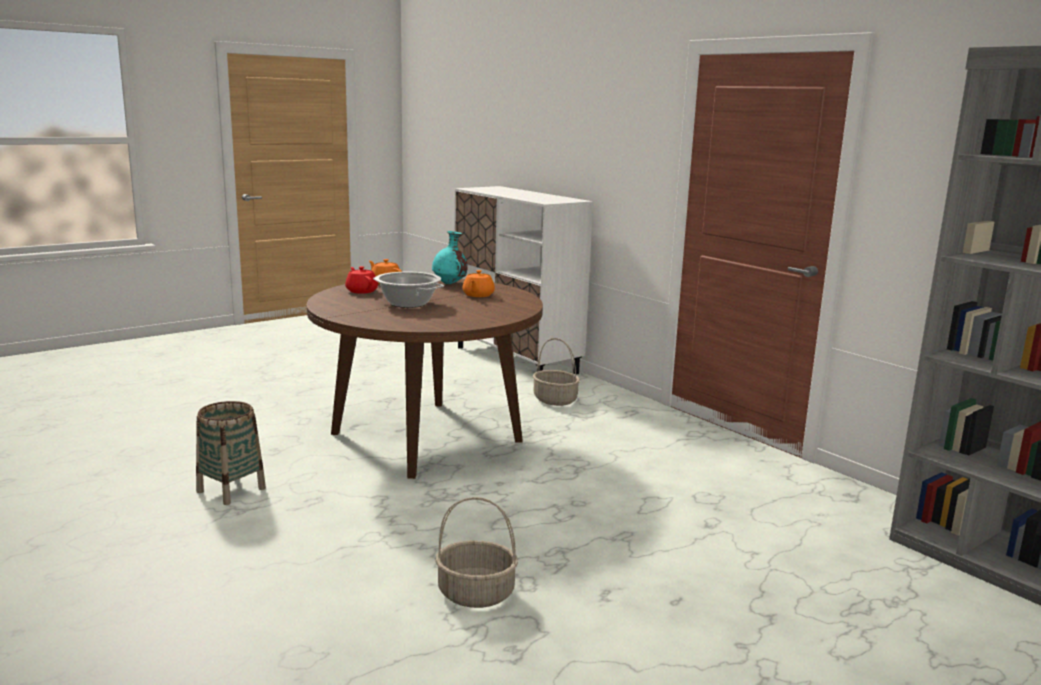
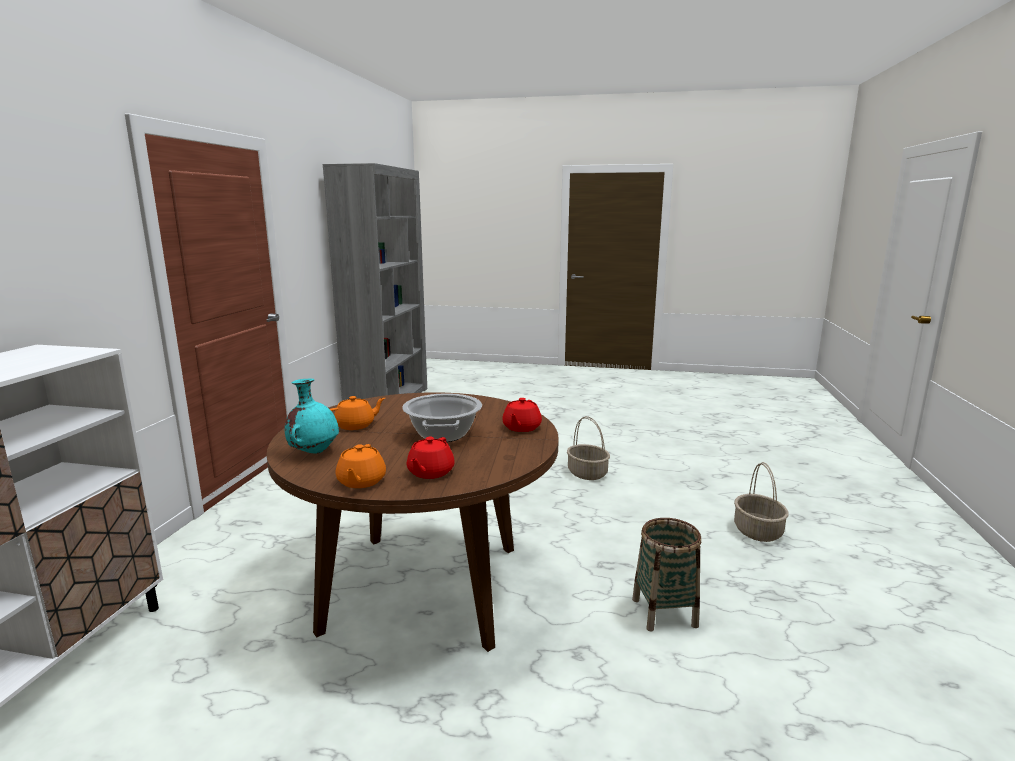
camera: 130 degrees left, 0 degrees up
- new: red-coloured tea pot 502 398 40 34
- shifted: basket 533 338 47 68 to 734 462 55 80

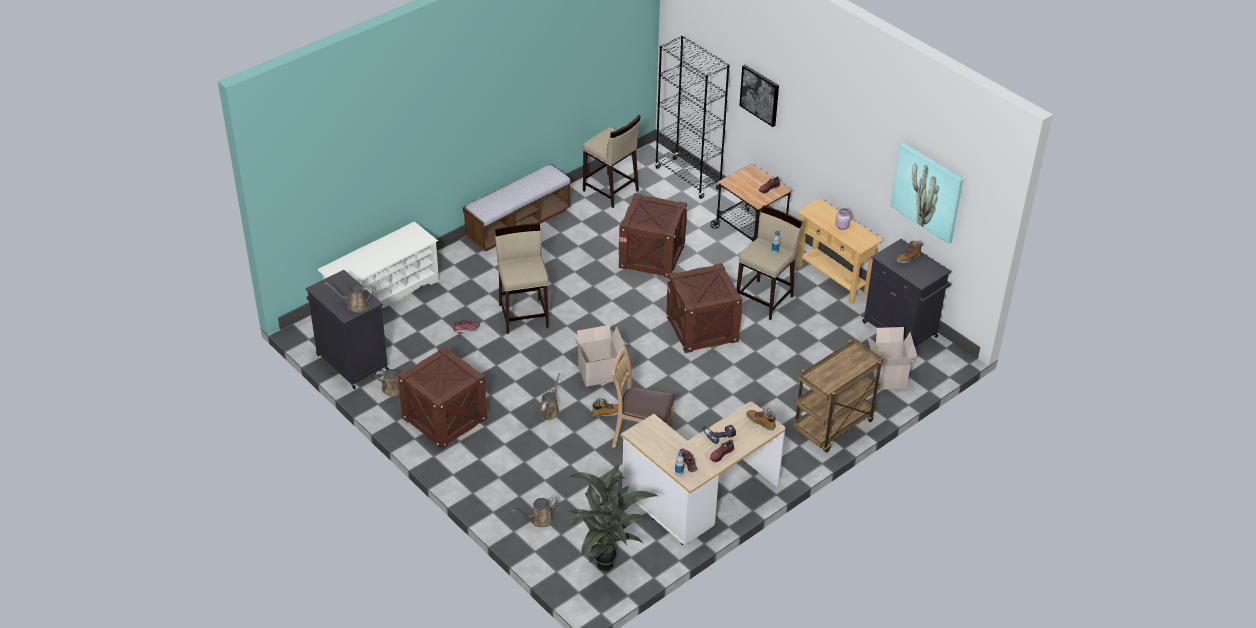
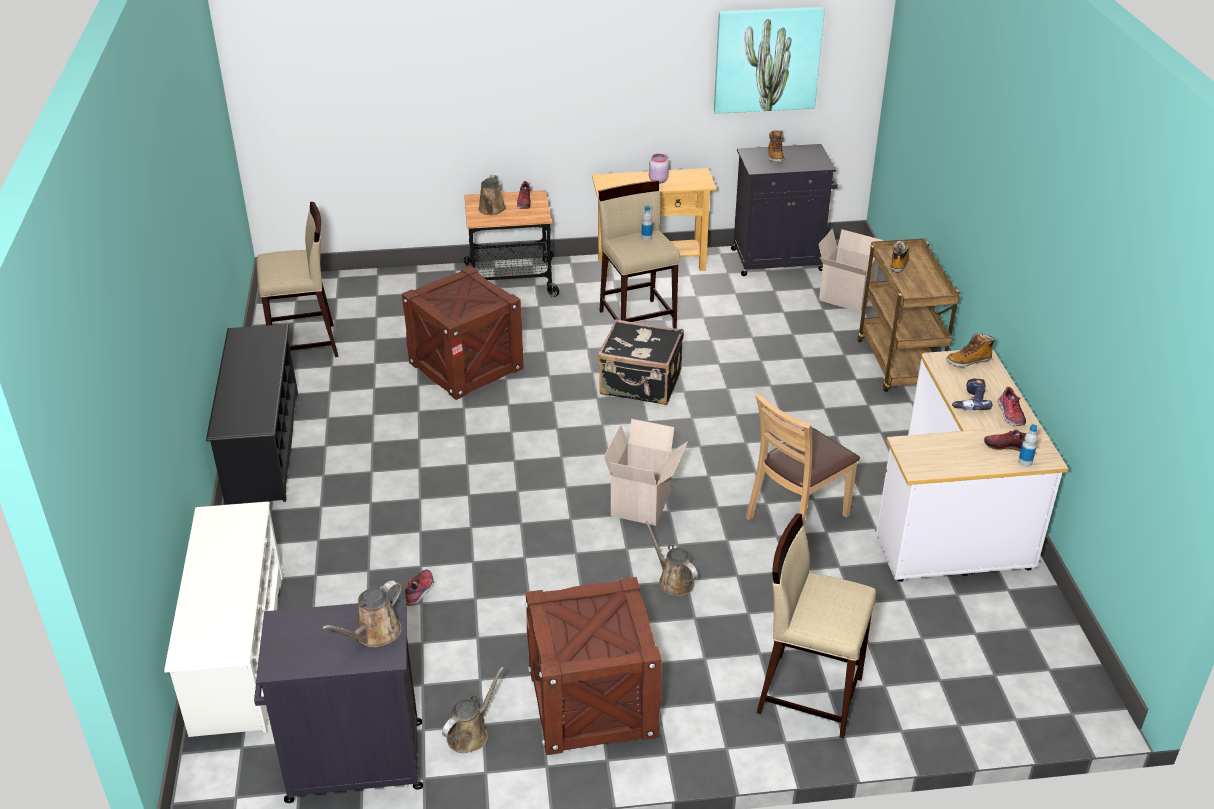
camera: 55 degrees left, 5 degrees down
- swapped: long seat 463 164 108 88 to blackish shoe rack 206 324 92 181
- shifted: brownish sprinkling can 511 497 47 30 to 478 175 28 40
- swapped: shipping crate 666 263 76 90 to blackish piece of luggage 598 319 86 86
- shifted: beige-coloured sitting stool 495 223 54 111 to 757 513 119 225
- shifted: tall boot 592 398 26 19 to 890 241 20 32
- gone: houseplant 568 464 89 107
- gone: blackish shelving unit 655 35 75 164
- gone: picture 739 65 40 62

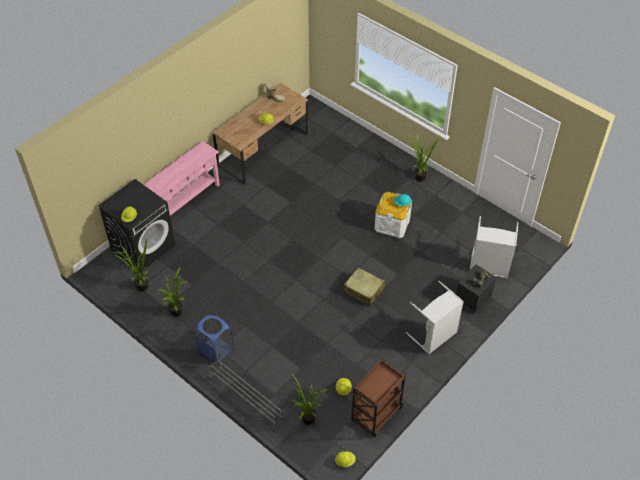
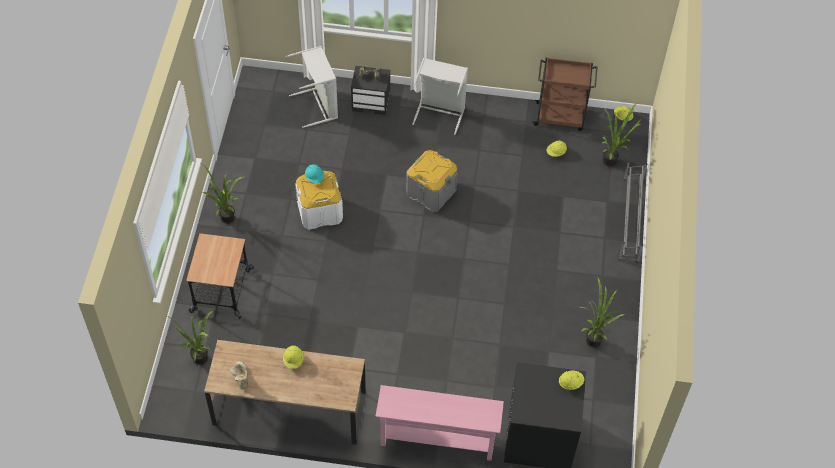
camera: 125 degrees left, 5 degrees up
- shifted: houseplant 111 239 38 53 to 166 310 47 55
- new: wheeled cart 186 233 68 86
- swapped: beige-coloured piece of luggage 344 267 41 39 to grey storage container 406 150 52 62
- gone: bluish laundry basket 195 314 38 48

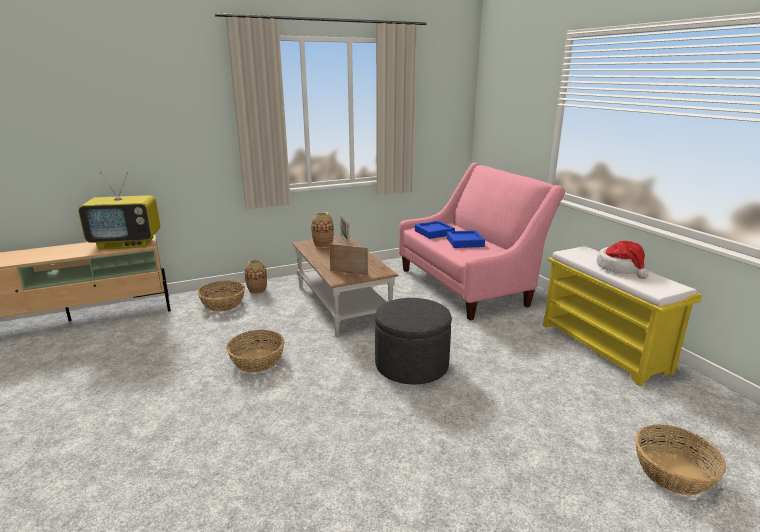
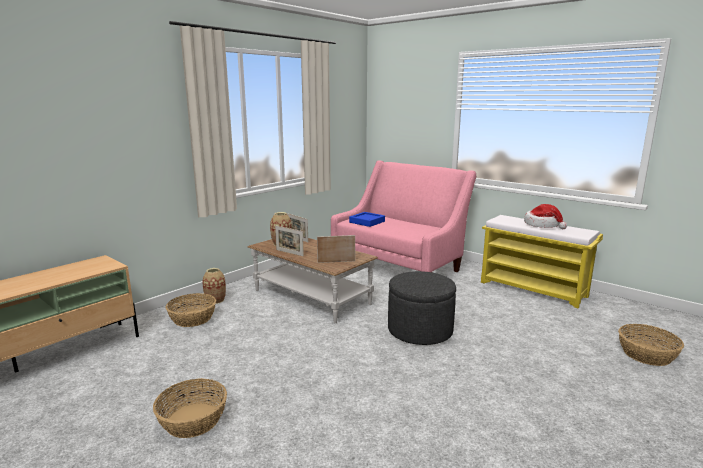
camera: 25 degrees left, 5 degrees down
- shifted: basket 226 330 59 43 to 153 378 74 60
- new: picture frame 275 225 29 31
- gone: television 78 172 82 77
- gone: bluish serving tray 447 230 38 18

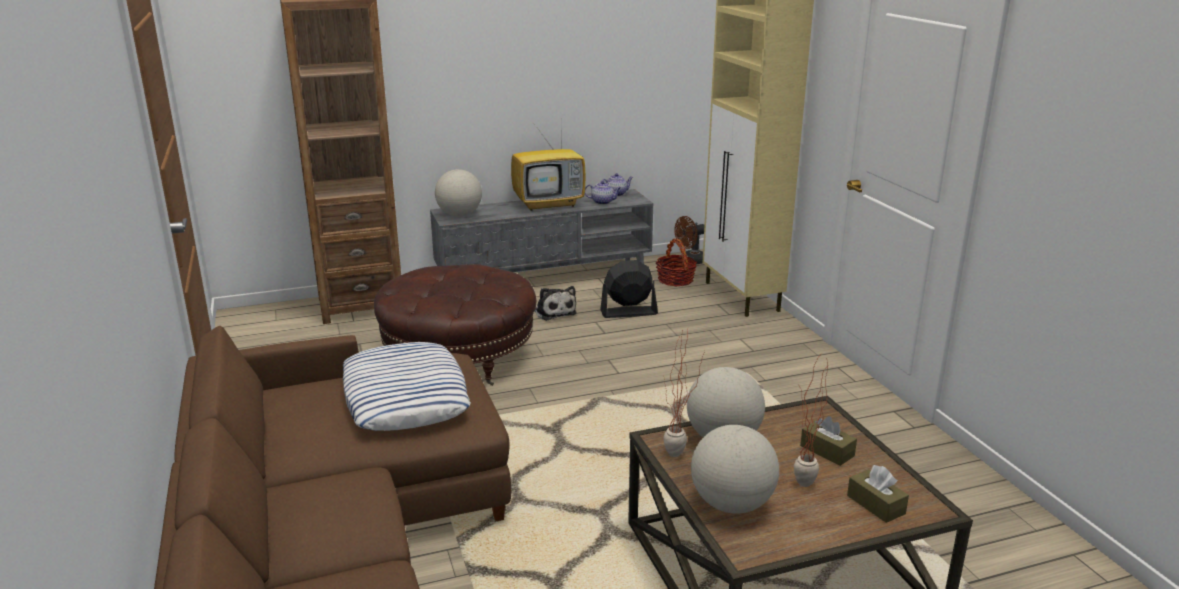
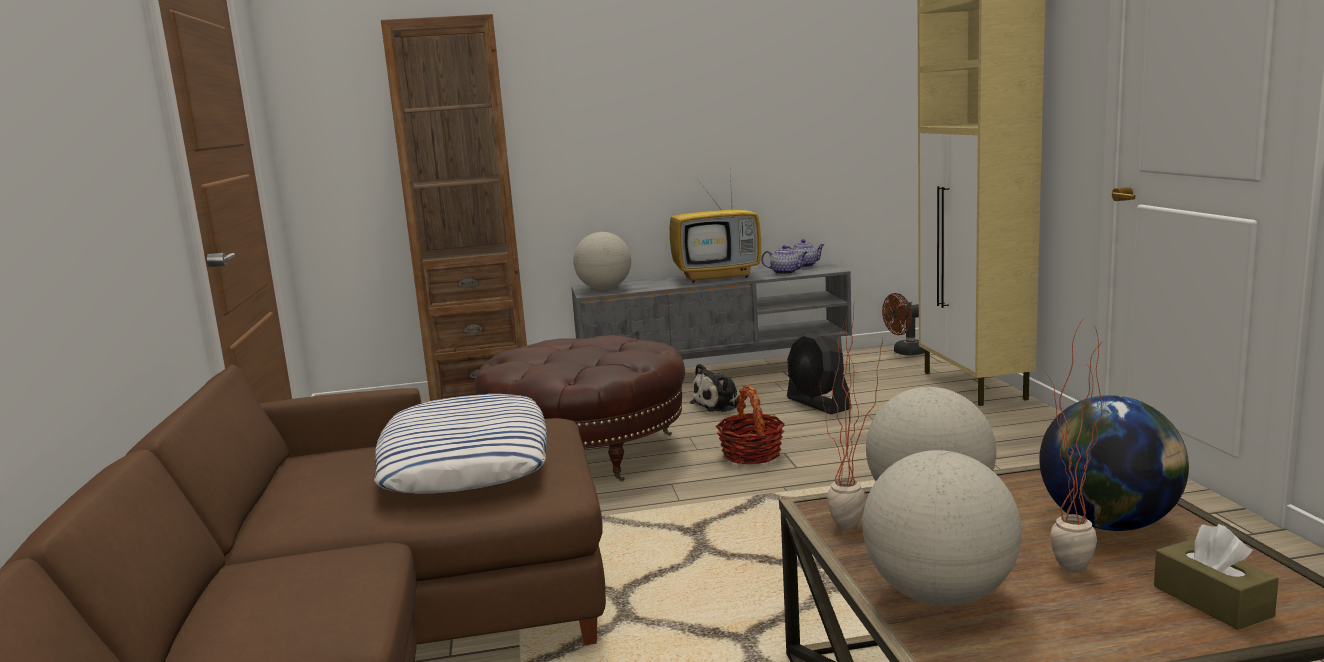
camera: 10 degrees right, 10 degrees down
- rotated: cuddly toy 535 286 42 35 = 690 363 59 49 75 degrees clockwise
- shifted: basket 656 239 41 47 to 716 386 69 78
- rotated: blackish electric fan 600 260 58 58 = 787 332 65 82 120 degrees counterclockwise
- swapped: brownish tissue holder 800 416 57 50 to globe 1039 395 150 136

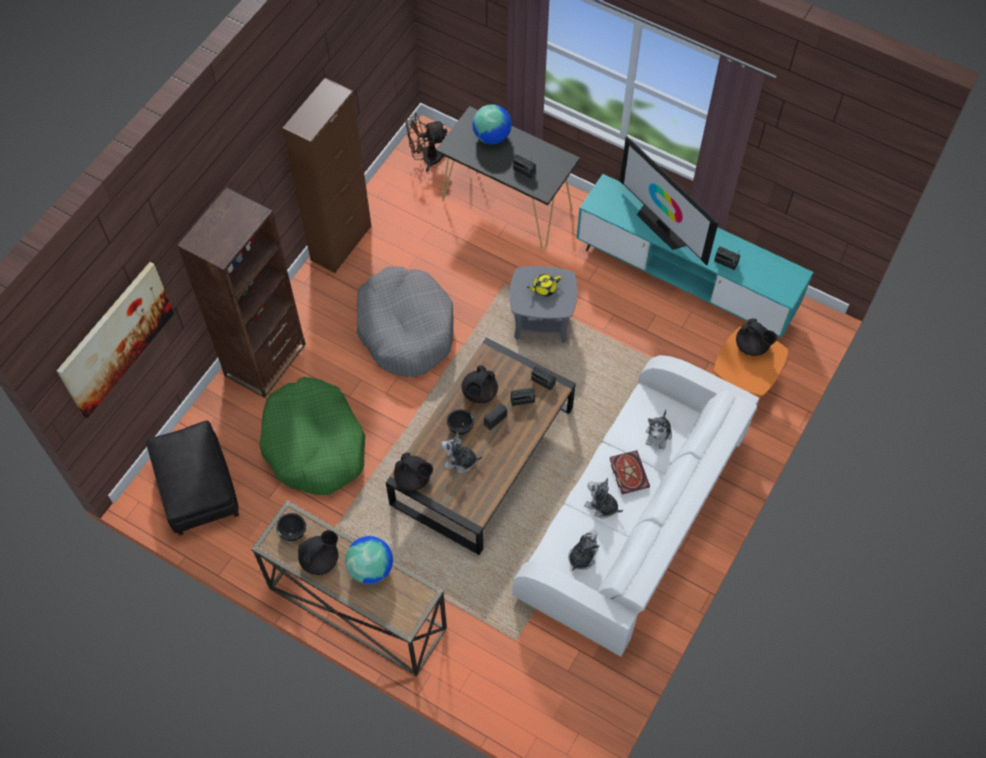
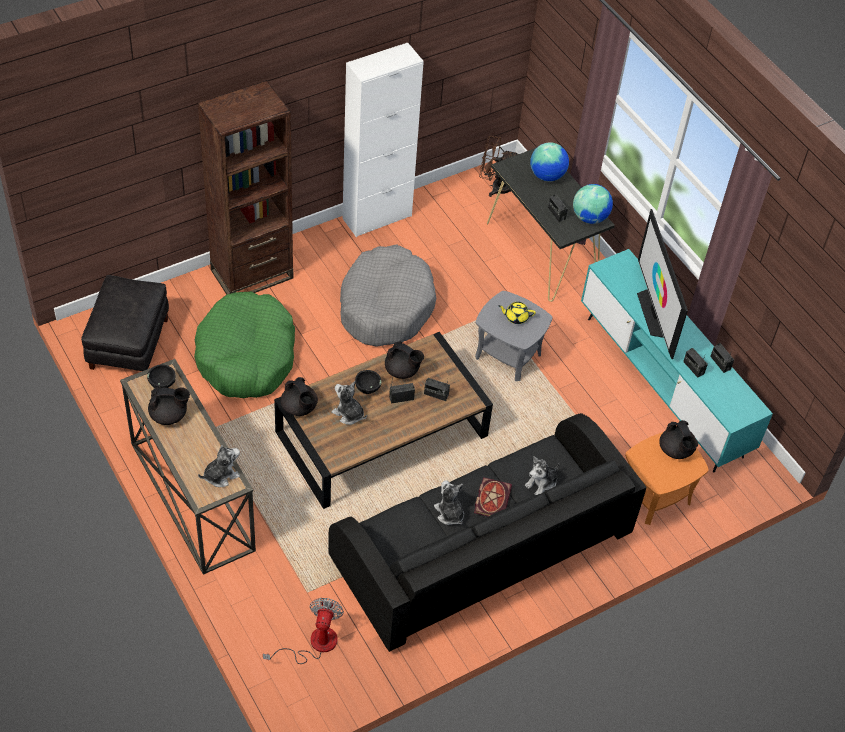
camera: 25 degrees right, 10 degrees down
- shifted: cuddly toy 568 530 32 41 to 198 445 42 42
- new: electric fan 263 598 81 66
- repainted: white-coloured sofa 512 355 247 301 to blackish sofa 328 413 318 239
- repainted: brownish cupboard 282 78 90 195 to white-coloured cupboard 342 43 82 194
- rotated: blackish tea pot 462 365 36 38 = 385 341 39 38 120 degrees counterclockwise
- shifted: globe 345 536 48 48 to 573 184 40 40
- shifted: radio 531 366 25 25 to 710 343 24 30
- gone: picture 57 262 117 156

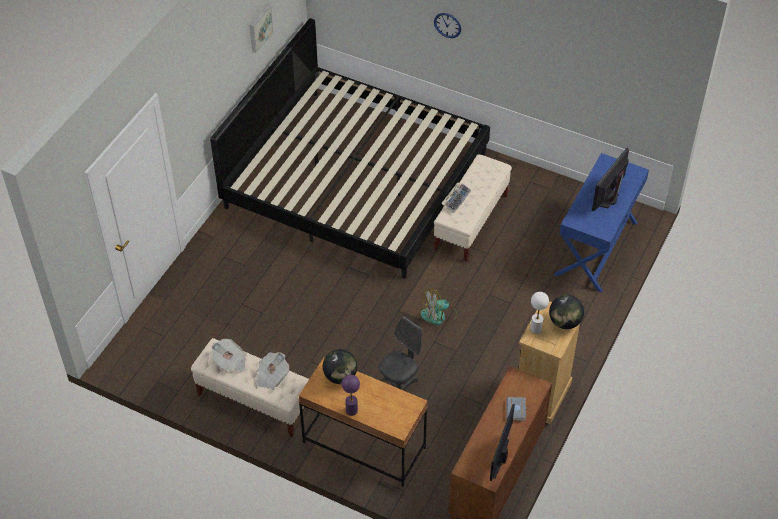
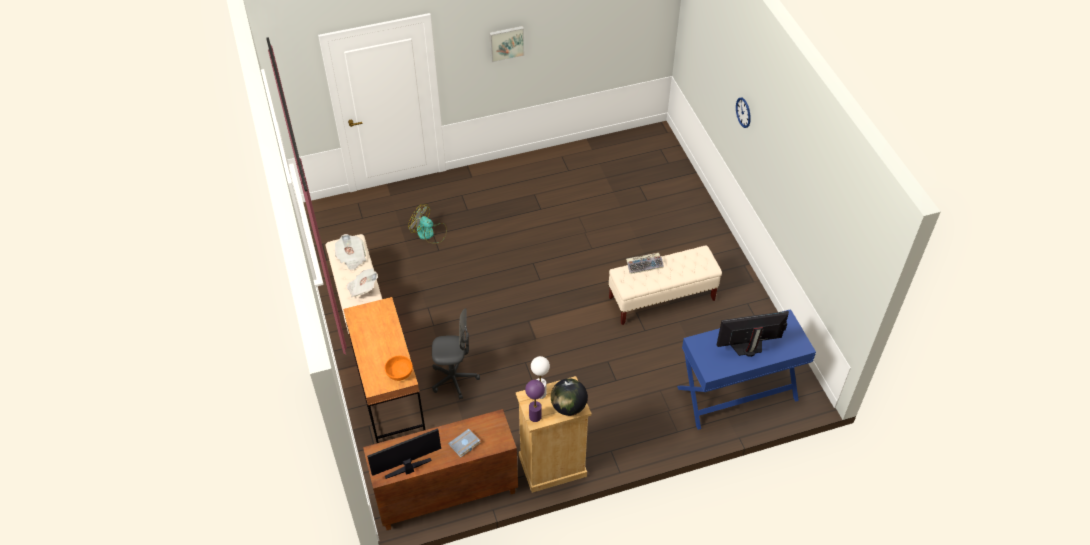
camera: 45 degrees right, 0 degrees up
- new: orange-coloured bowl 385 355 28 26
- shifted: electric fan 420 288 37 37 to 408 204 39 40
- shifted: picture 250 4 24 49 to 489 26 35 36
- shifted: purple tabletop lamp 341 375 19 41 to 525 380 20 42
- gone: sleeping bed 210 18 280 261
- gone: globe 323 349 34 35

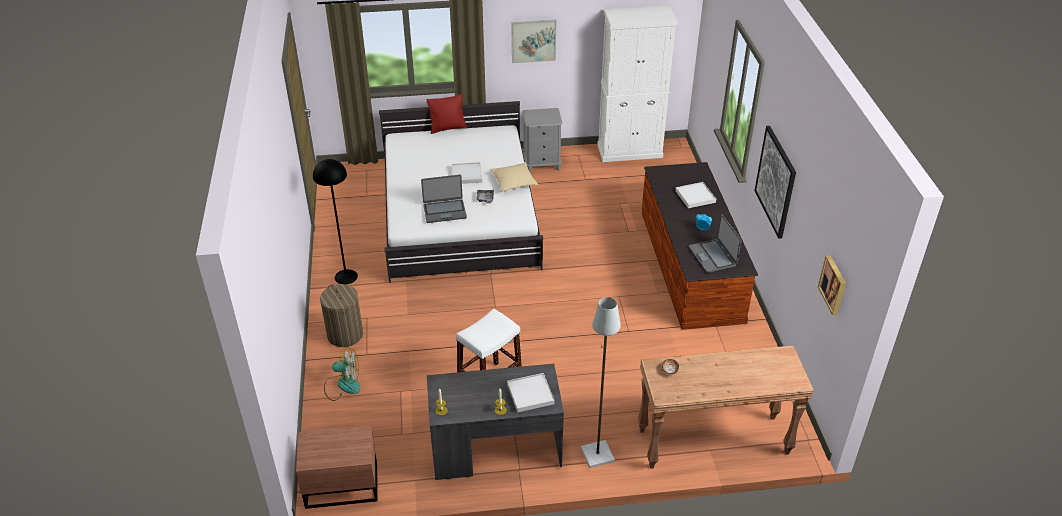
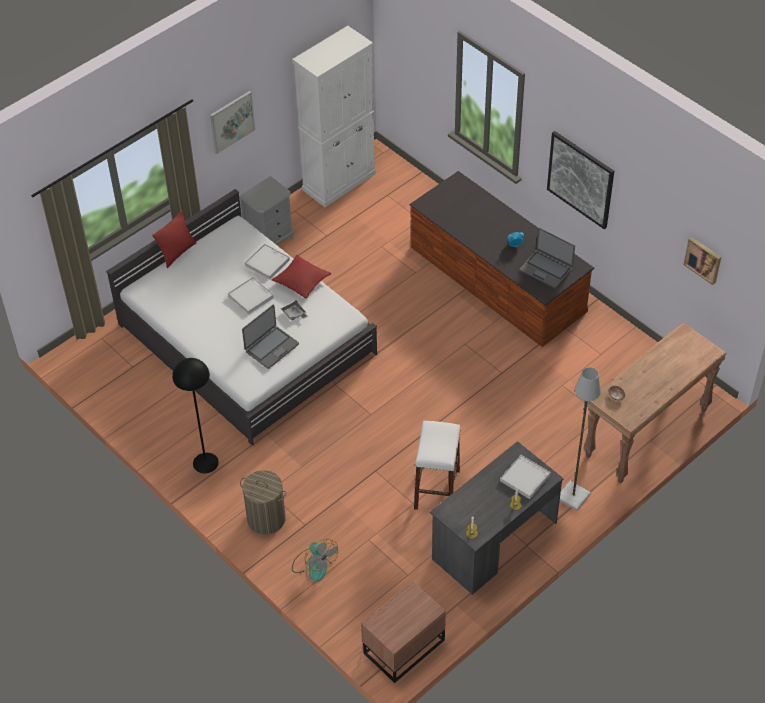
camera: 35 degrees left, 10 degrees up
- shifted: white-coloured serving tray 675 182 41 26 to 245 244 45 35
- repainted: beige-coloured pillow 490 162 48 30 to red-coloured pillow 272 255 60 44
- rotated: electric fan 324 347 36 54 = 292 539 46 43 90 degrees clockwise

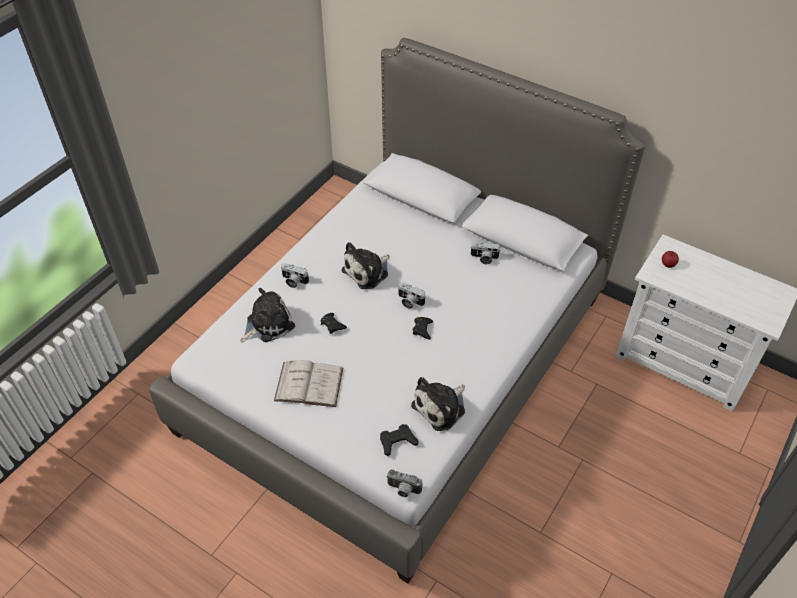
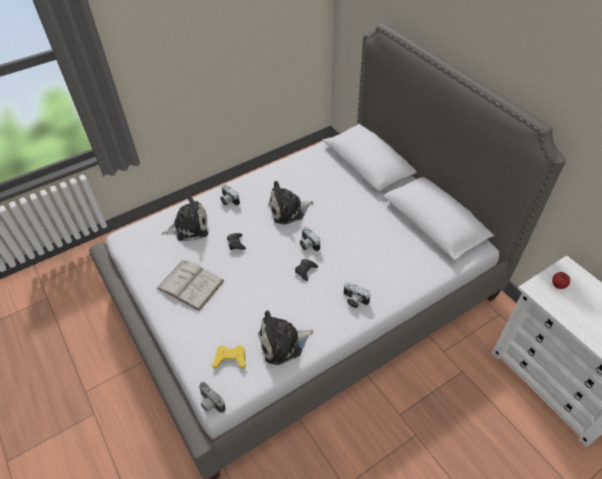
camera: 25 degrees right, 0 degrees up
- repainted: blackish joypad 380 424 39 32 to yellowish joypad 212 345 34 24
- shifted: photo camera 470 242 31 22 to 343 282 28 26

